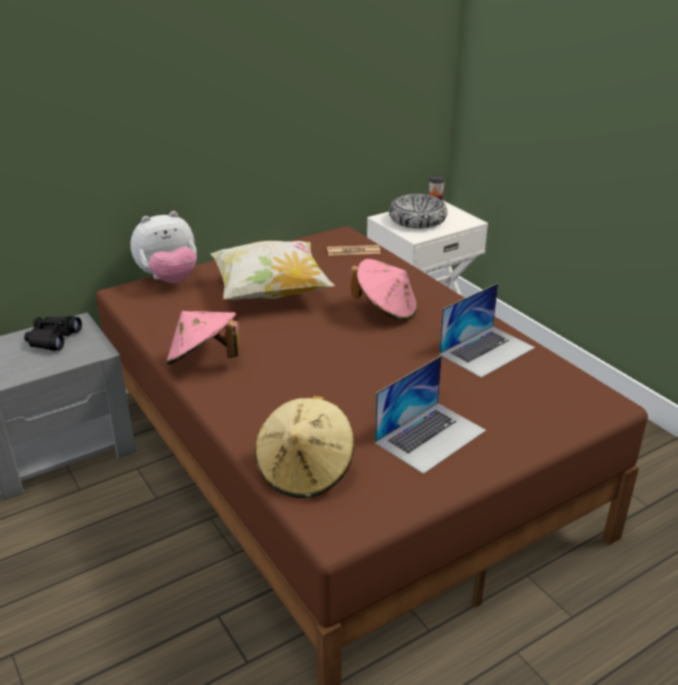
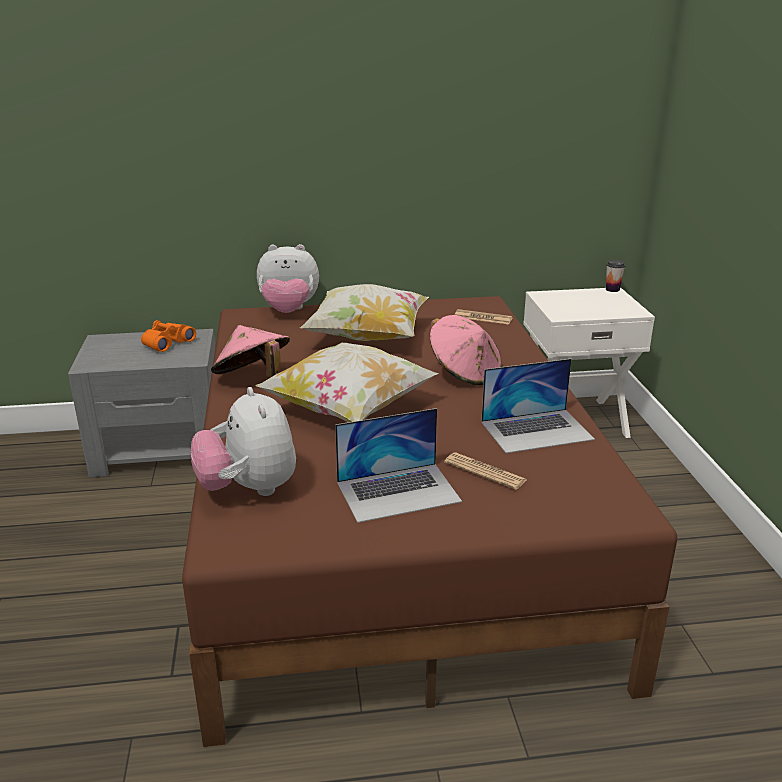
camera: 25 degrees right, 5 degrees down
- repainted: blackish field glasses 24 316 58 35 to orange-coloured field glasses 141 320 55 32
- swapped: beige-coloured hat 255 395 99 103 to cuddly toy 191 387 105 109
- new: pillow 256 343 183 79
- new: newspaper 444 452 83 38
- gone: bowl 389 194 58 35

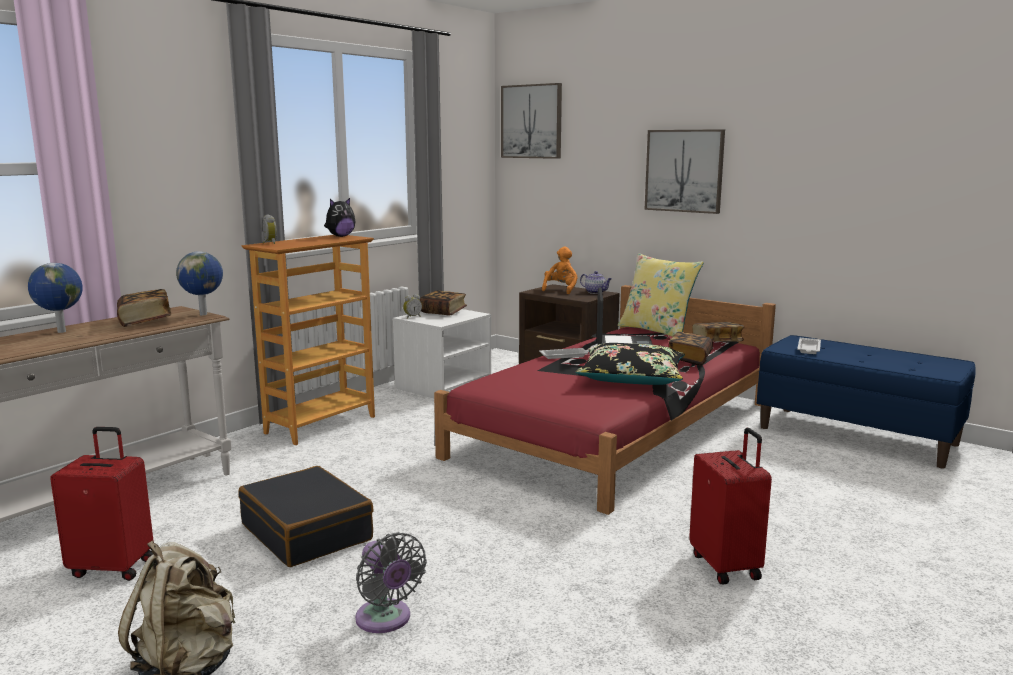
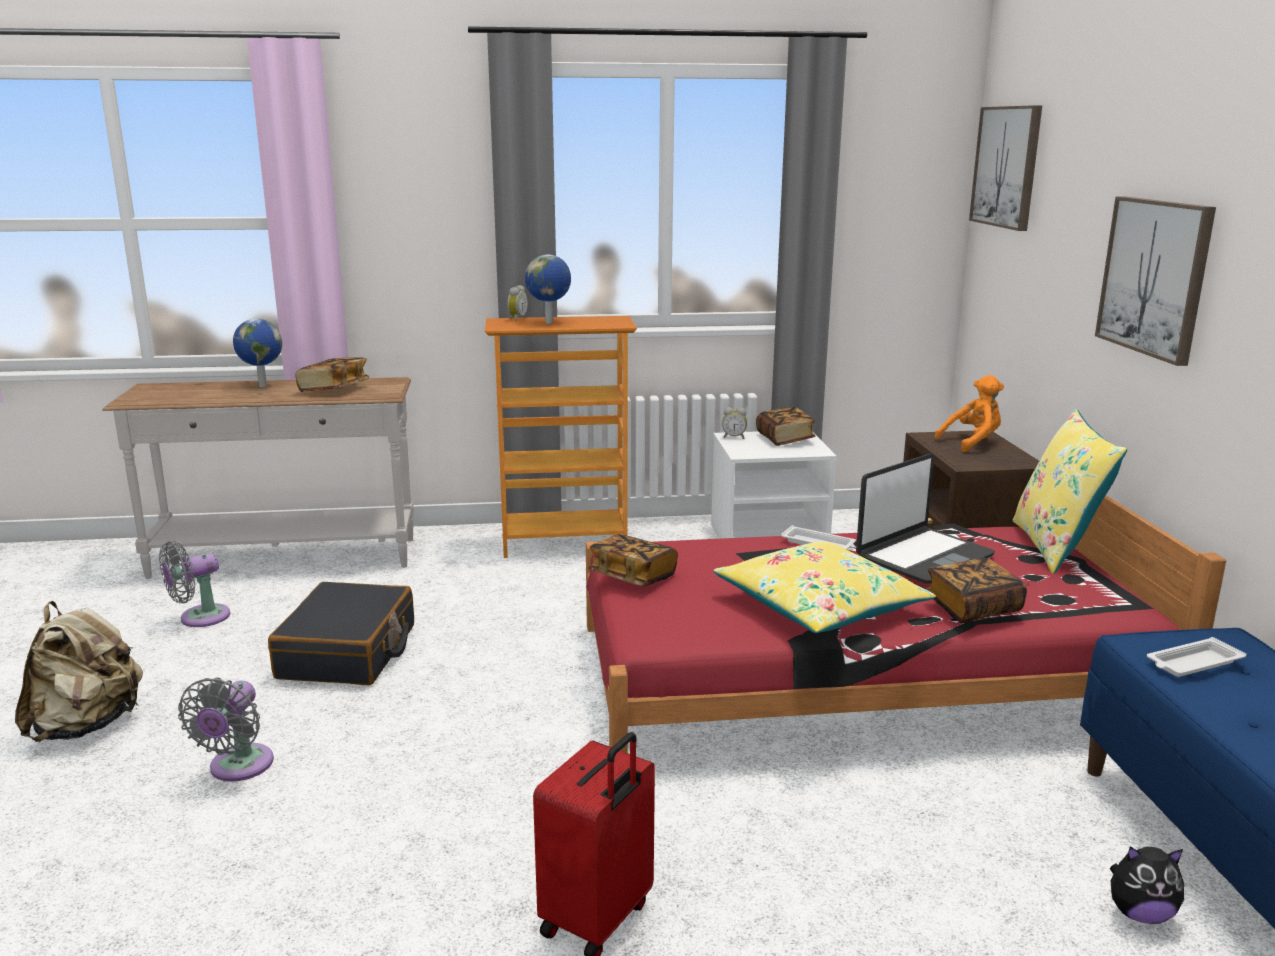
camera: 45 degrees right, 5 degrees up
- swapped: red-coloured piece of luggage 50 427 104 154 to grey electric fan 159 541 71 86
- shifted: globe 176 251 47 64 to 525 254 46 69
- shifted: book 692 322 53 20 to 588 534 90 52
- repainted: blackish pillow 575 343 110 42 to yellowish pillow 713 541 223 92
- shifted: cuddly toy 324 198 32 39 to 1110 846 74 78
- gone: tea pot 580 271 32 23

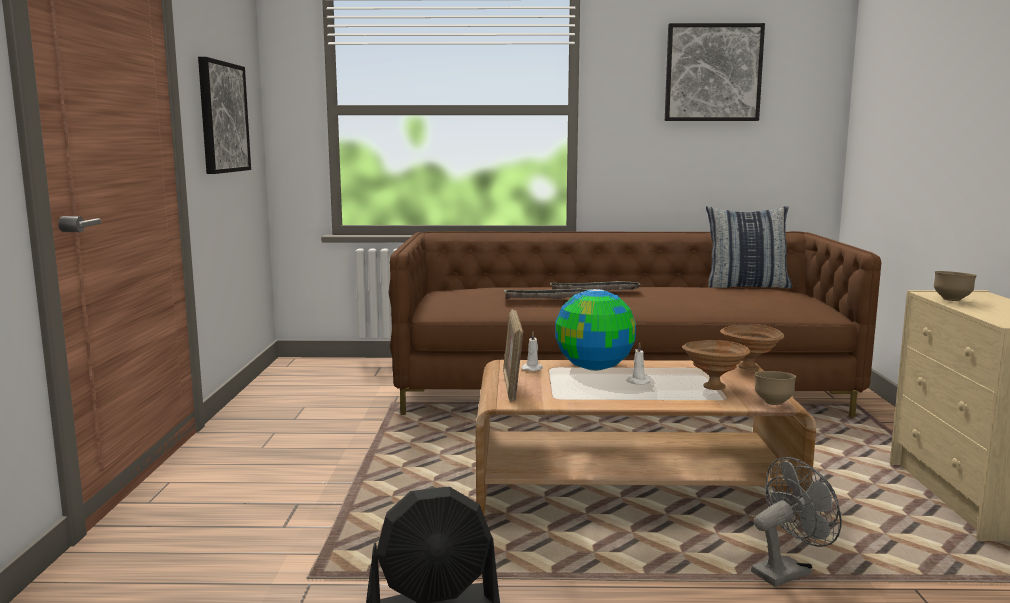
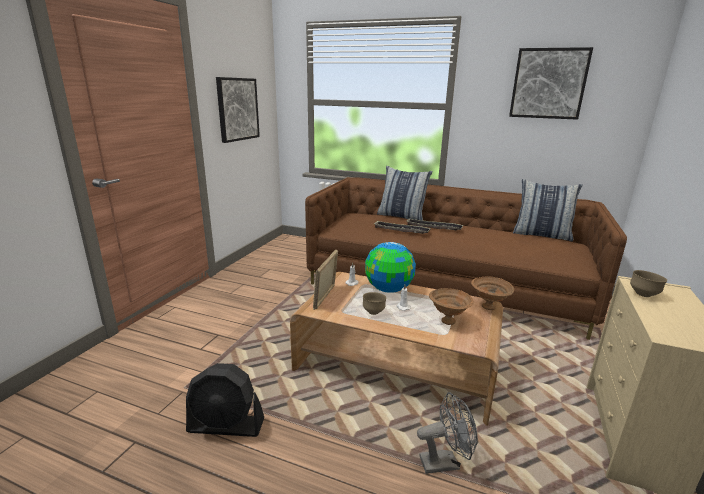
camera: 20 degrees right, 10 degrees up
- shifted: brownish bowl 755 371 41 34 to 363 292 23 23
- new: pillow 377 166 55 54

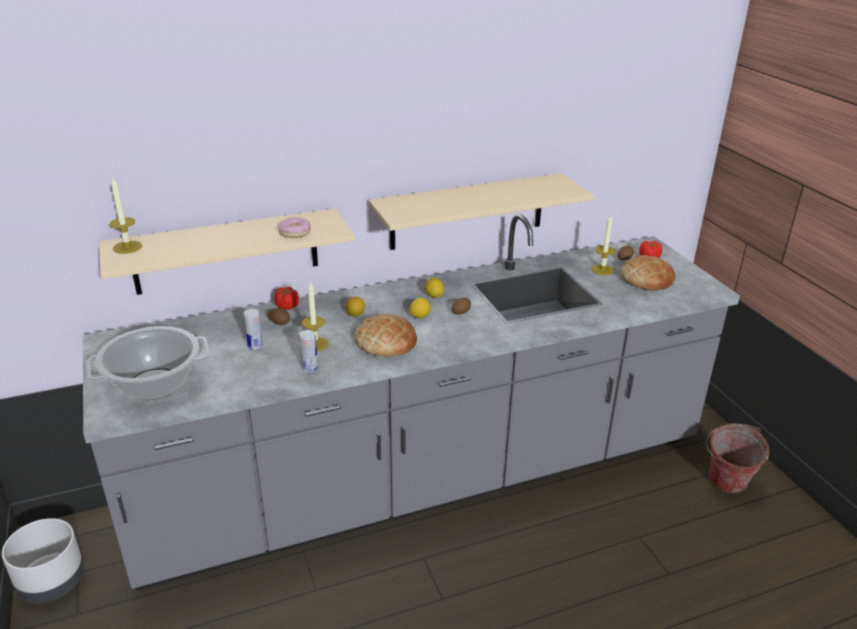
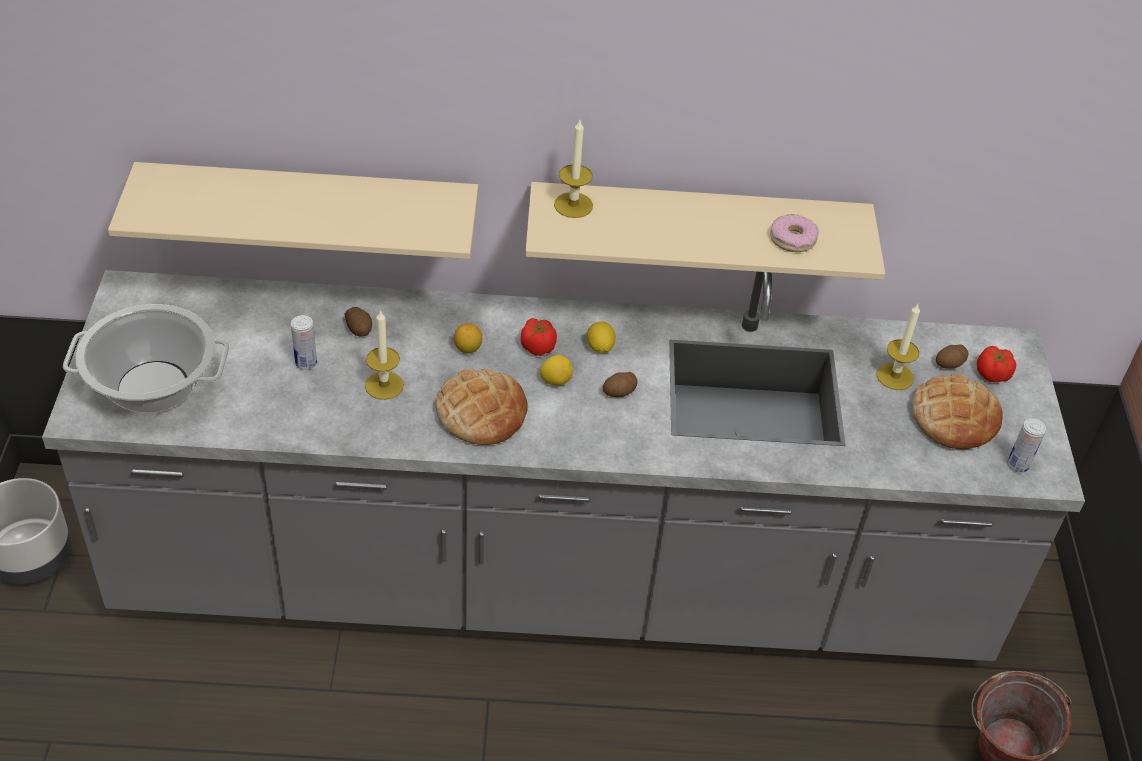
camera: 20 degrees right, 15 degrees up
- shifted: fresh tomato 275 287 24 23 to 521 318 36 38
- shifted: wax light 110 176 32 78 to 554 120 39 98
- shifted: donut 278 218 33 20 to 770 214 49 38
- shifted: sealed can 299 330 19 43 to 1007 418 39 55

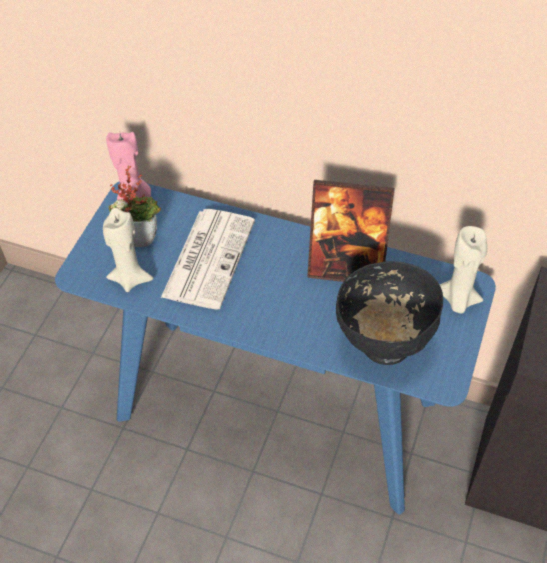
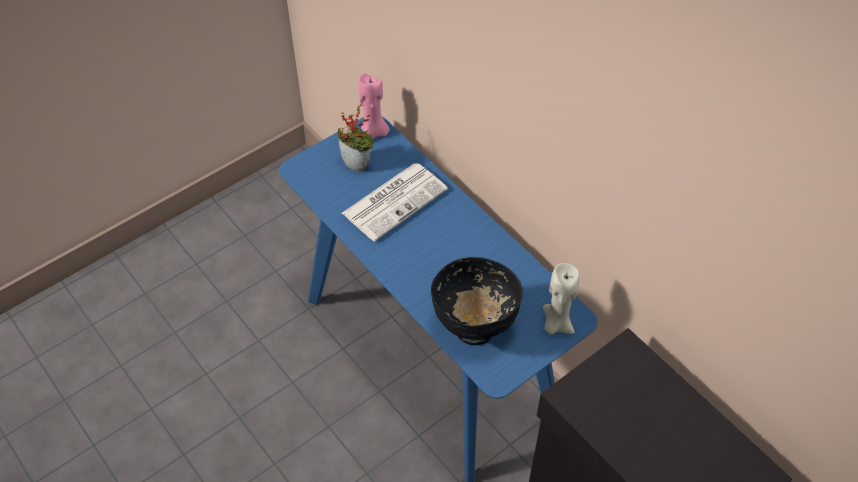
camera: 30 degrees right, 0 degrees up
- gone: beige-coloured wax light 103 208 50 84
- gone: picture frame 307 180 88 102

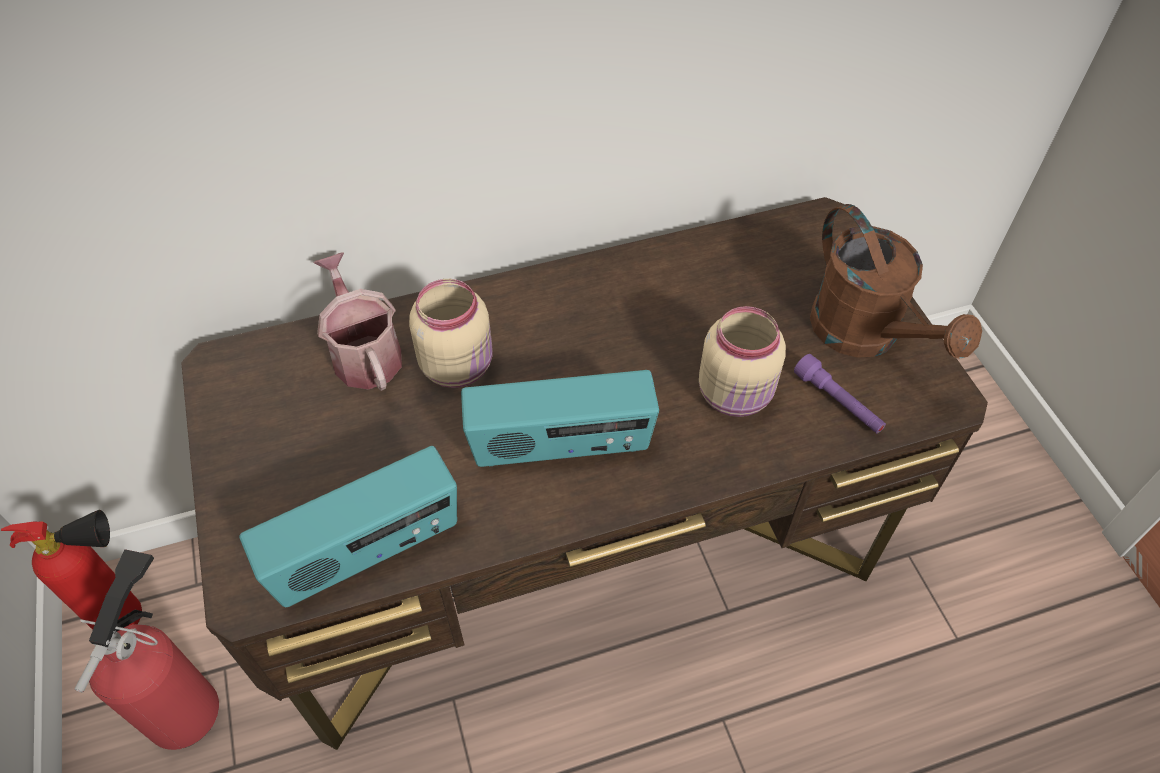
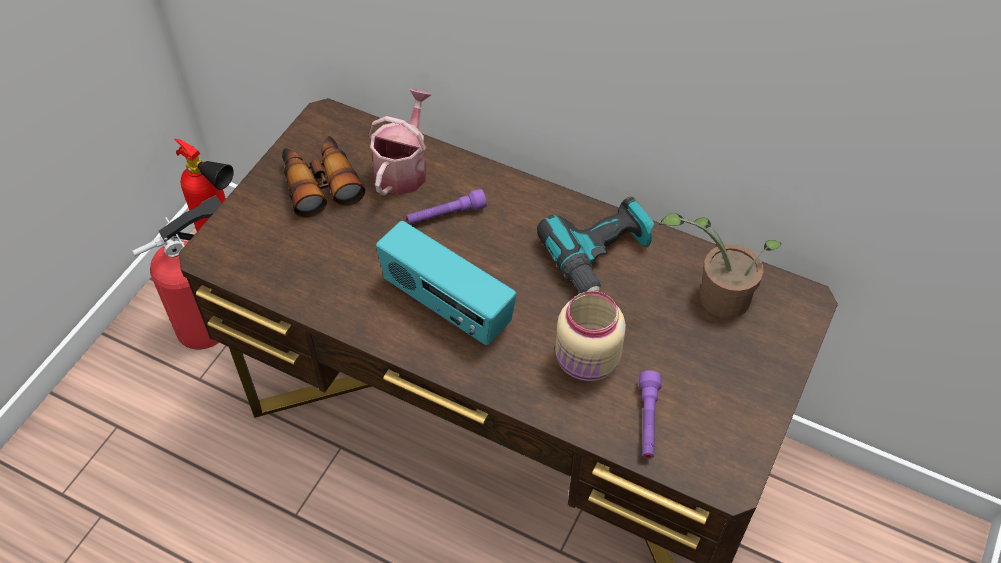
camera: 45 degrees right, 0 degrees up
- new: field glasses 282 136 83 82
- swapped: beige-coloured preserve jar 409 279 84 109 to purple flashlight 406 189 81 35
- new: electric drill 537 197 117 96
- new: houseplant 659 213 123 105
- gone: radio 239 446 218 161
- gone: brownish sprinkling can 810 204 172 155

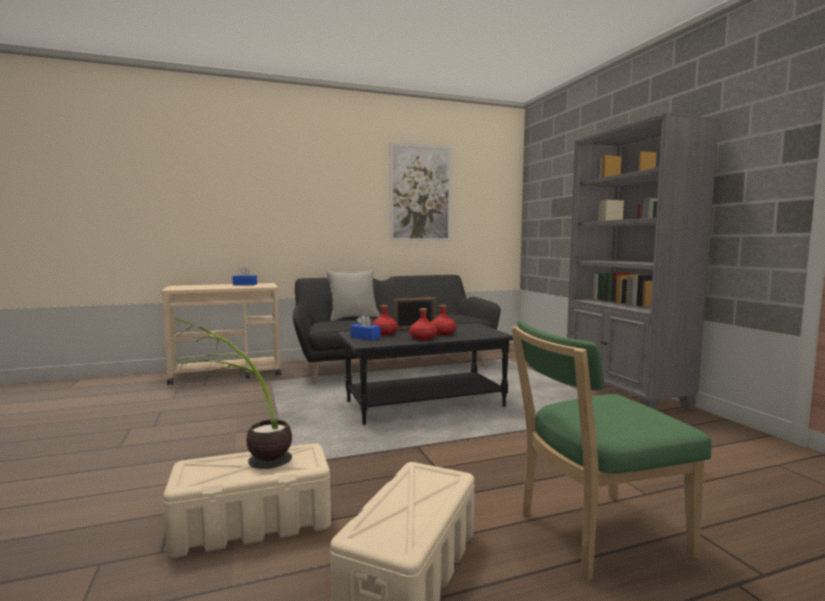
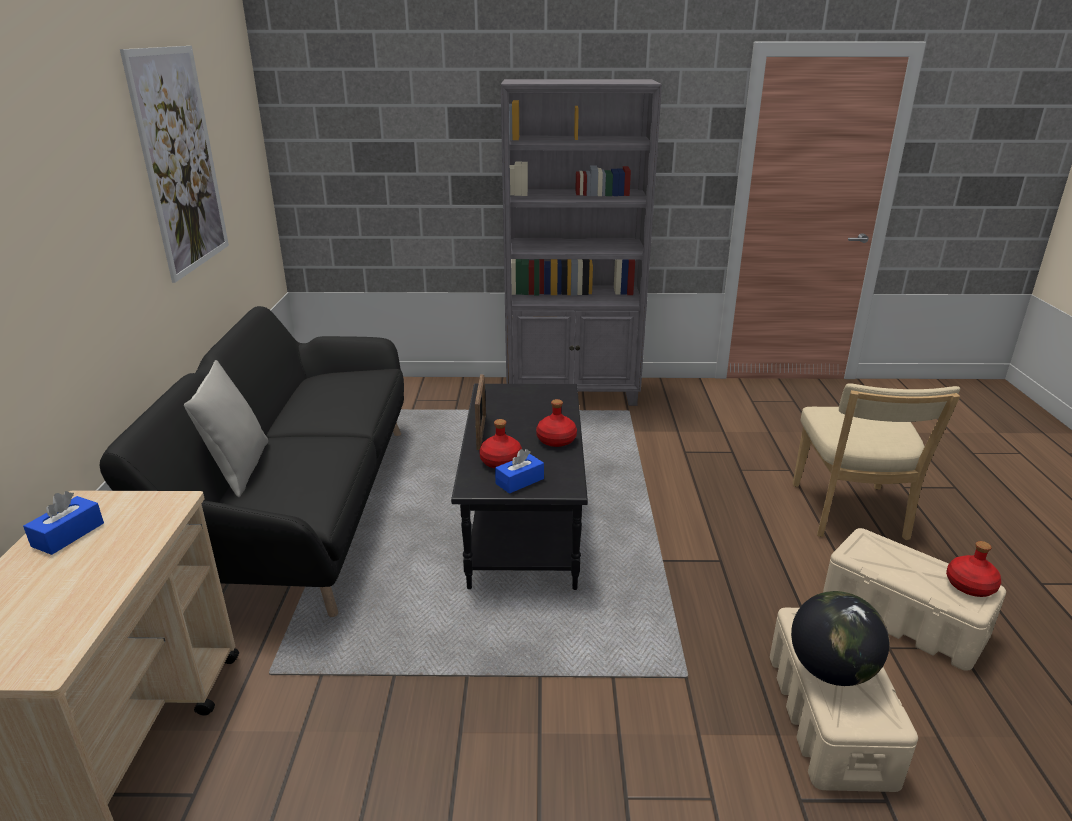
camera: 70 degrees left, 20 degrees up
- swapped: houseplant 174 318 118 151 to globe 791 591 98 95
- repainted: greenish plain chair 511 320 200 262 to beige-coloured plain chair 793 383 167 157
- shifted: red-coloured beverage bottle 431 305 25 30 to 946 541 55 56

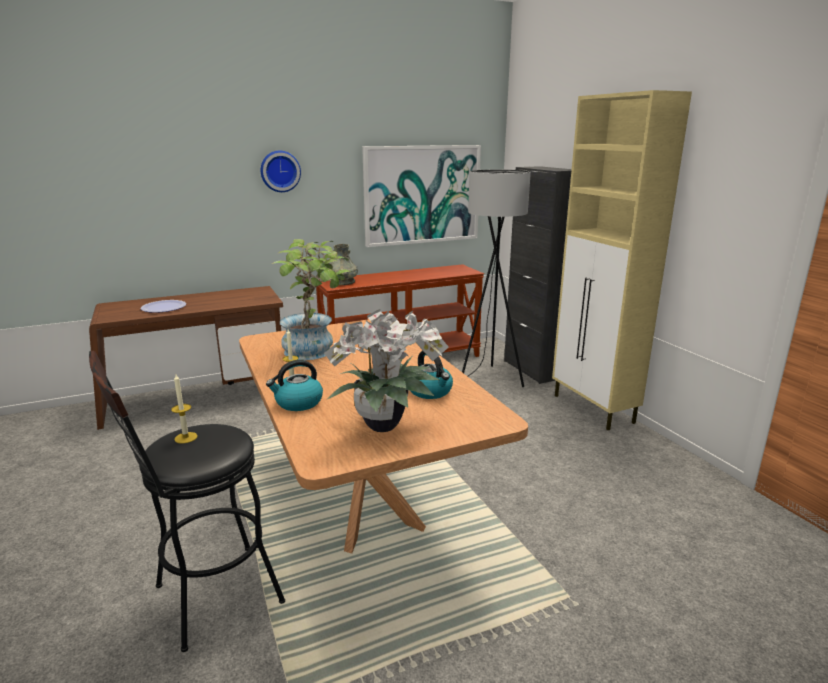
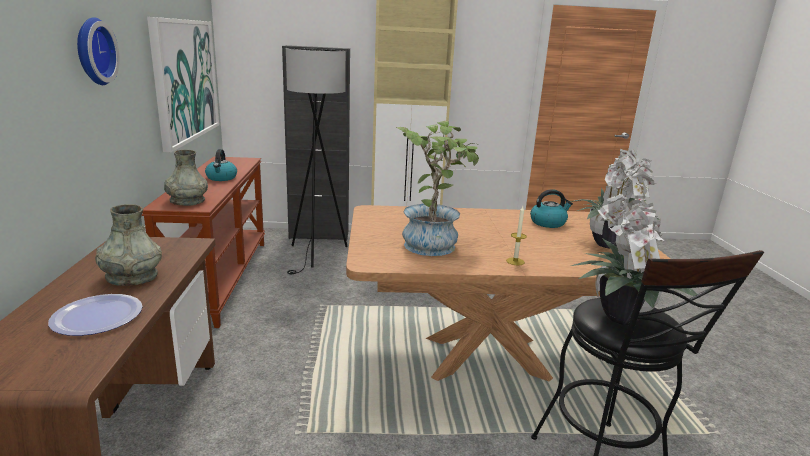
camera: 70 degrees left, 0 degrees up
- new: grey decorative vase 95 204 67 82
- shifted: water kettle 266 360 57 51 to 205 149 32 32
- swapped: wax light 171 374 27 70 to houseplant 571 194 129 131

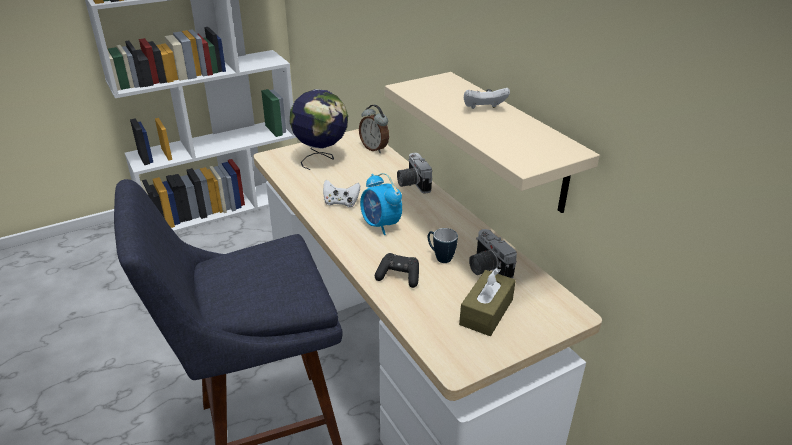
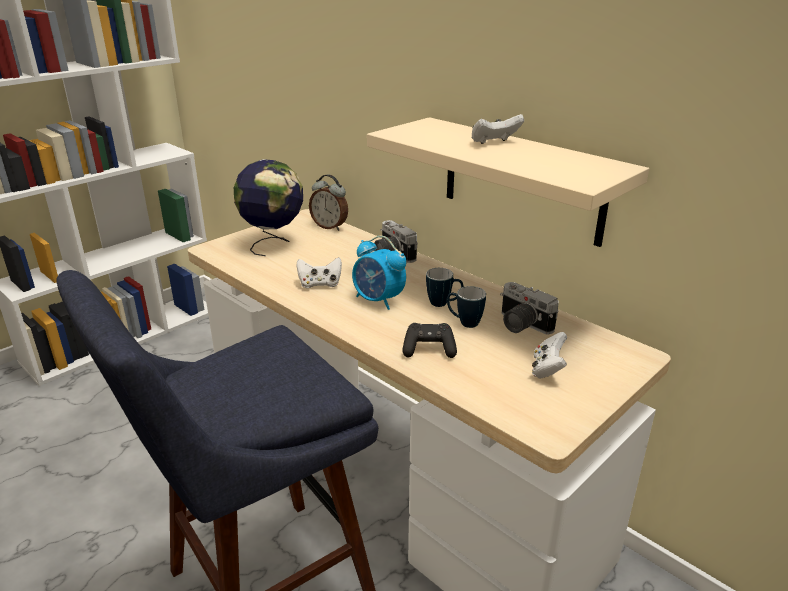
camera: 15 degrees left, 5 degrees down
- new: coffee mug 426 268 38 39
- swapped: brownish tissue holder 459 268 57 68 to white-coloured joypad 532 332 35 47

